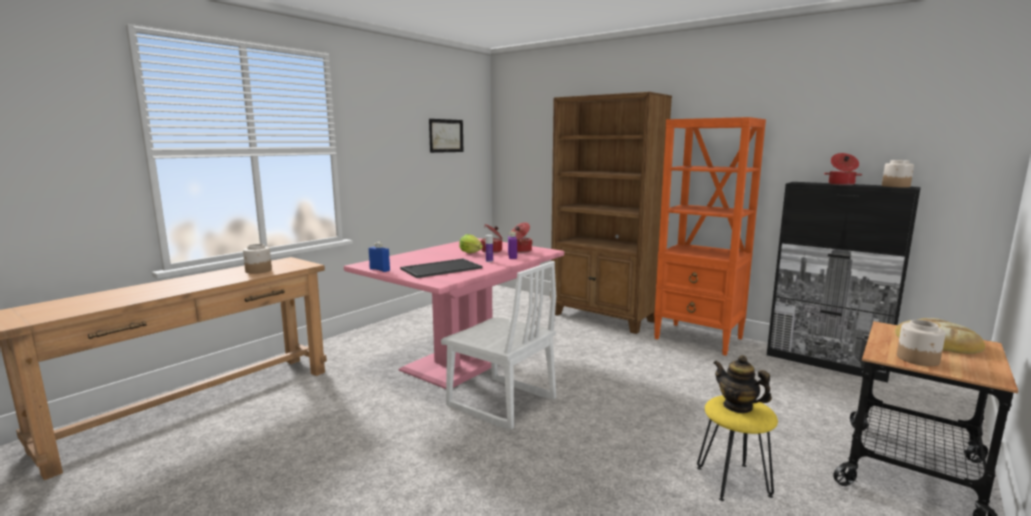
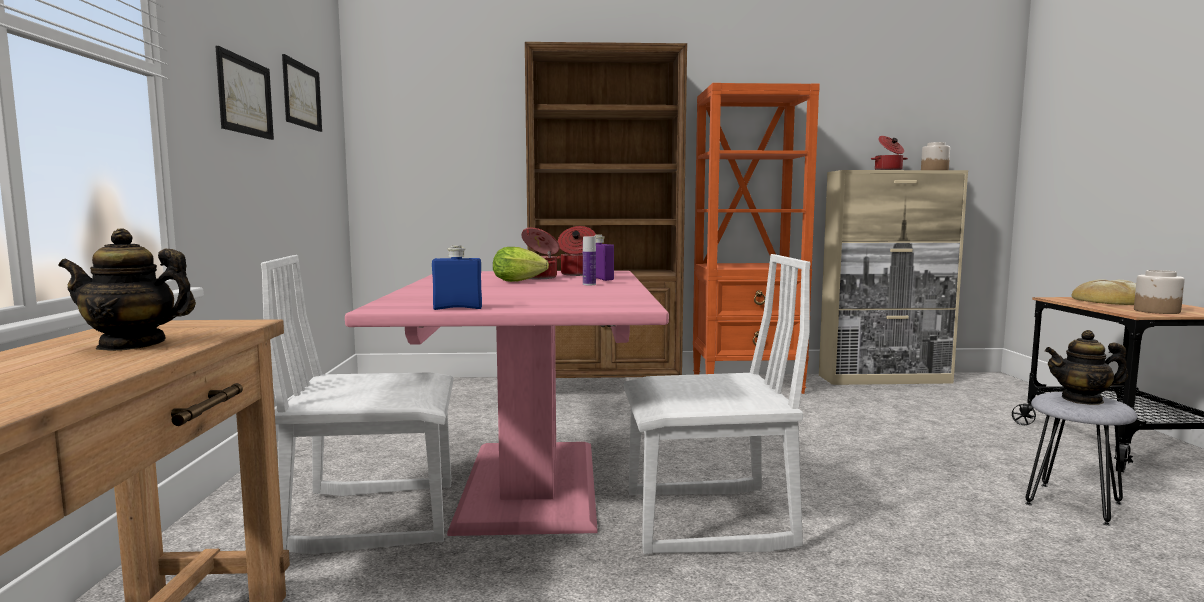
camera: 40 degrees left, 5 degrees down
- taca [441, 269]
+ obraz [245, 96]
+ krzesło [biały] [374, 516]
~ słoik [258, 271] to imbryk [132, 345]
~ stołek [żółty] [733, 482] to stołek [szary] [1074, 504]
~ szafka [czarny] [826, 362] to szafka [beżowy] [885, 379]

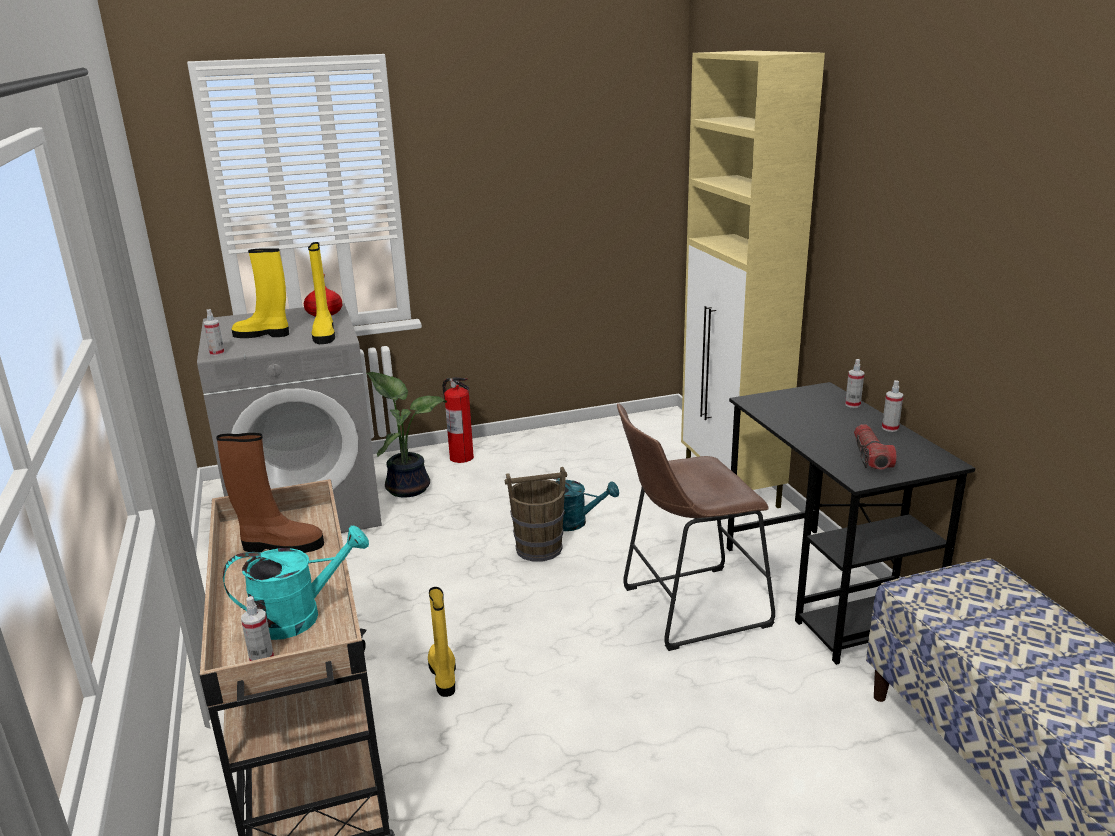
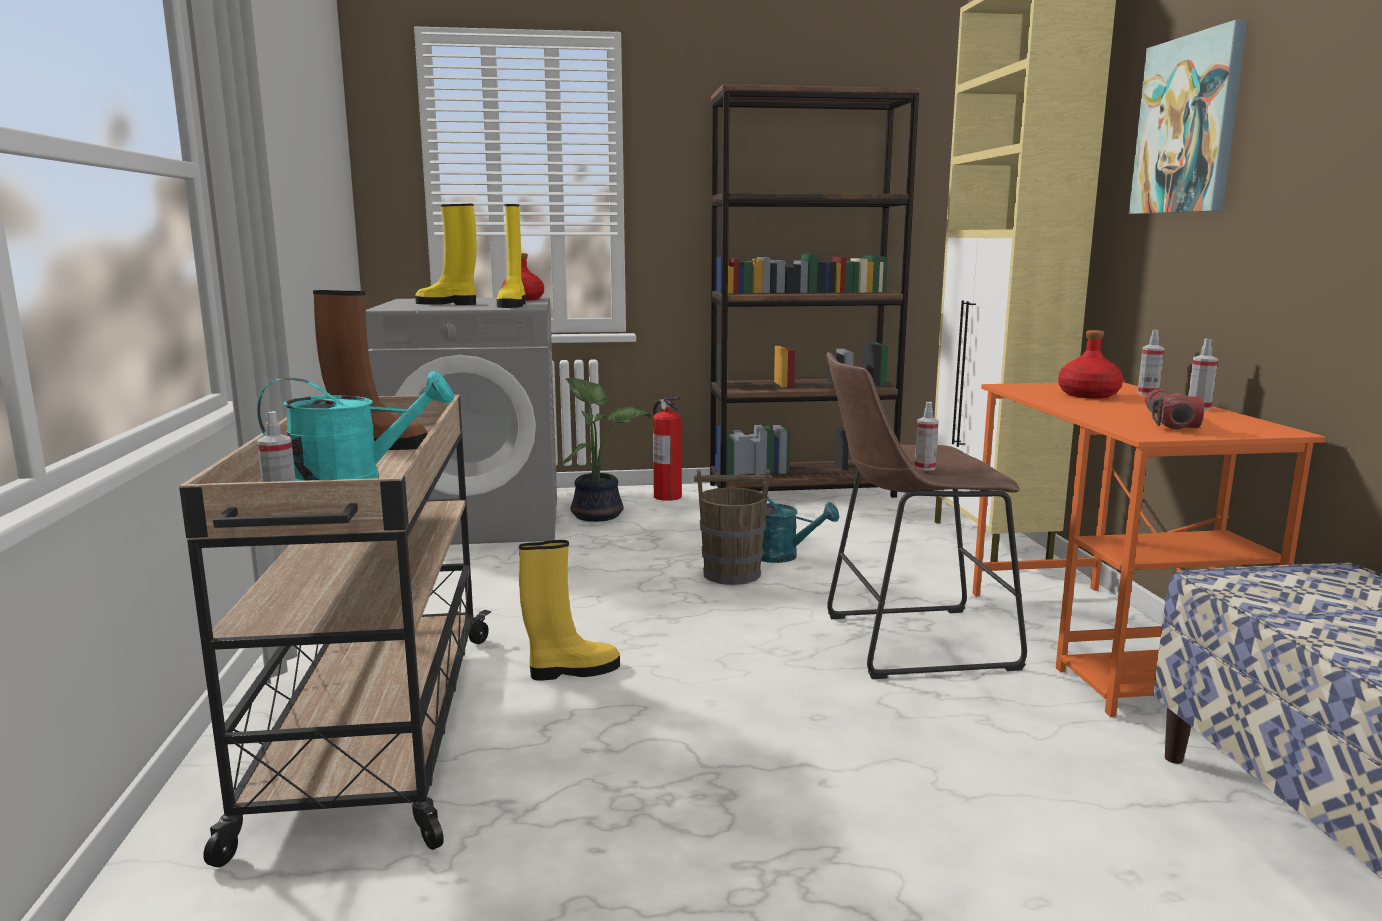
camera: 10 degrees right, 10 degrees down
+ regał [brązowy] [801, 490]
+ butelka [czerwony] [1088, 395]
+ obraz [1188, 125]
~ spryskiwacz [217, 353] to [925, 468]
~ biurko [czarny] [825, 590] to biurko [pomarańczowy] [1103, 644]
~ but z cholewką [żółty] [443, 675] = [572, 671] 75 degrees clockwise

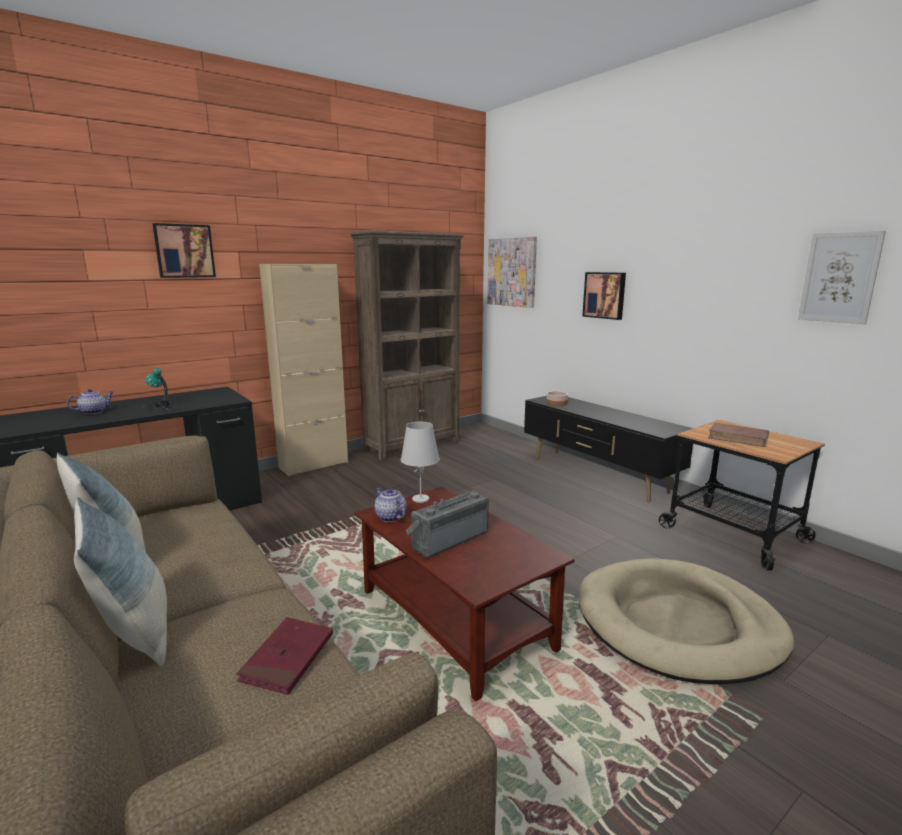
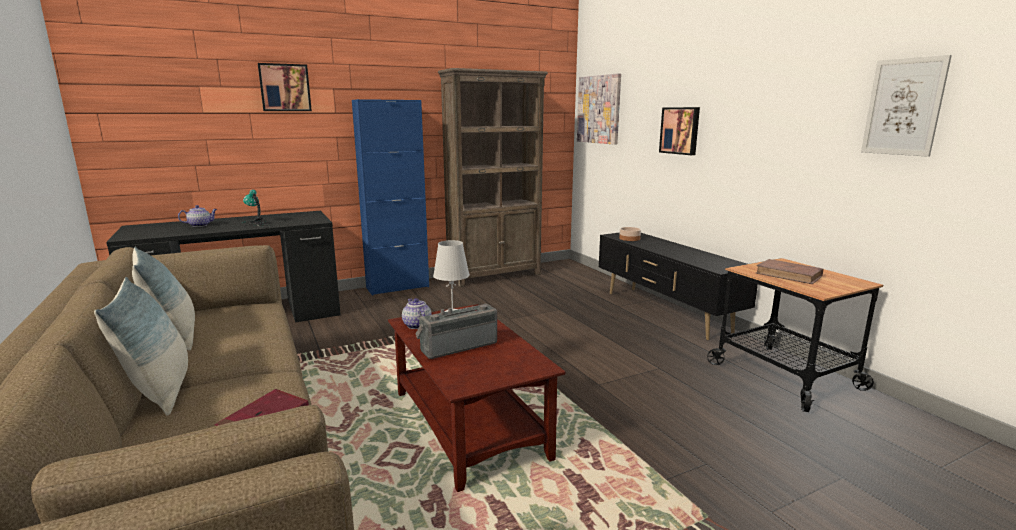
camera: 10 degrees right, 0 degrees up
- legowisko [beżowy] [678, 624]
~ szafka [beżowy] [313, 465] to szafka [niebieski] [397, 287]

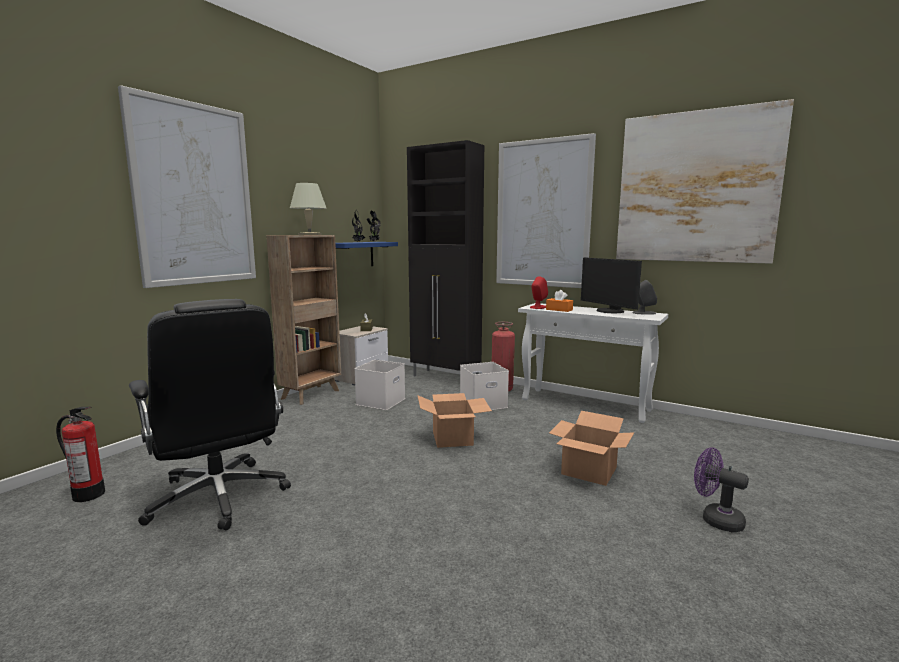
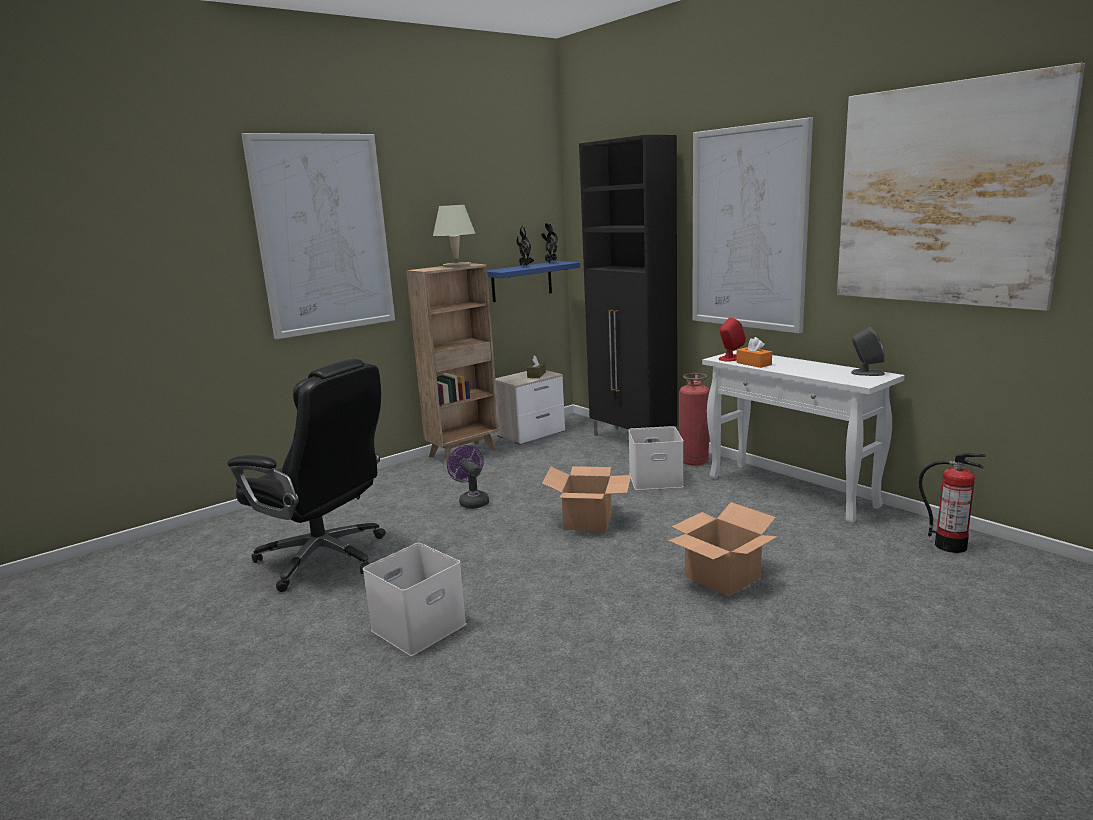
camera: 20 degrees right, 5 degrees up
- monitor [609, 311]
~ gaśnica [89, 494] to [950, 545]
~ pojemnik do przechowywania [biały] [380, 401] to [419, 626]
~ wentylator [fioletowy] [715, 519] to [471, 501]
~ krzesło biurowe [czarny] [219, 497] = [325, 558] 45 degrees counterclockwise

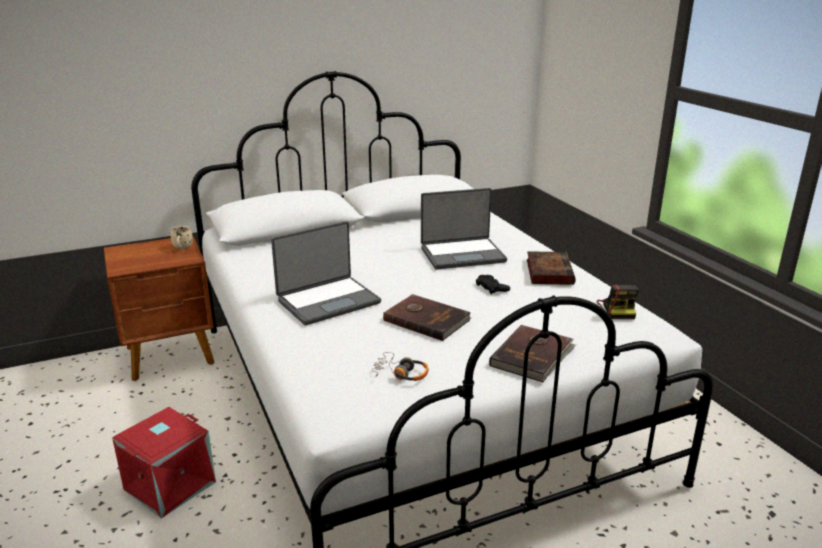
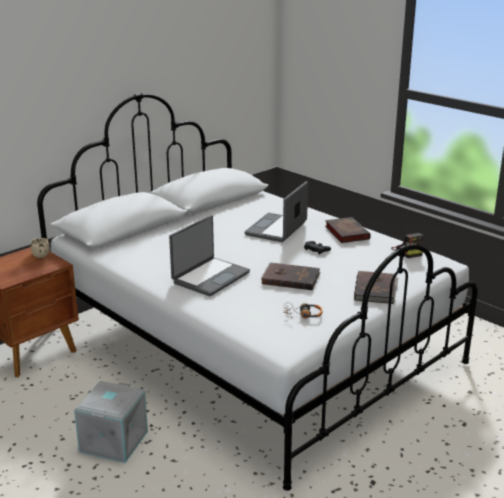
camera: 20 degrees left, 0 degrees up
~ pojemnik do przechowywania [czerwony] [169, 485] to pojemnik do przechowywania [szary] [113, 441]
~ laptop [462, 254] = [277, 229] 150 degrees clockwise

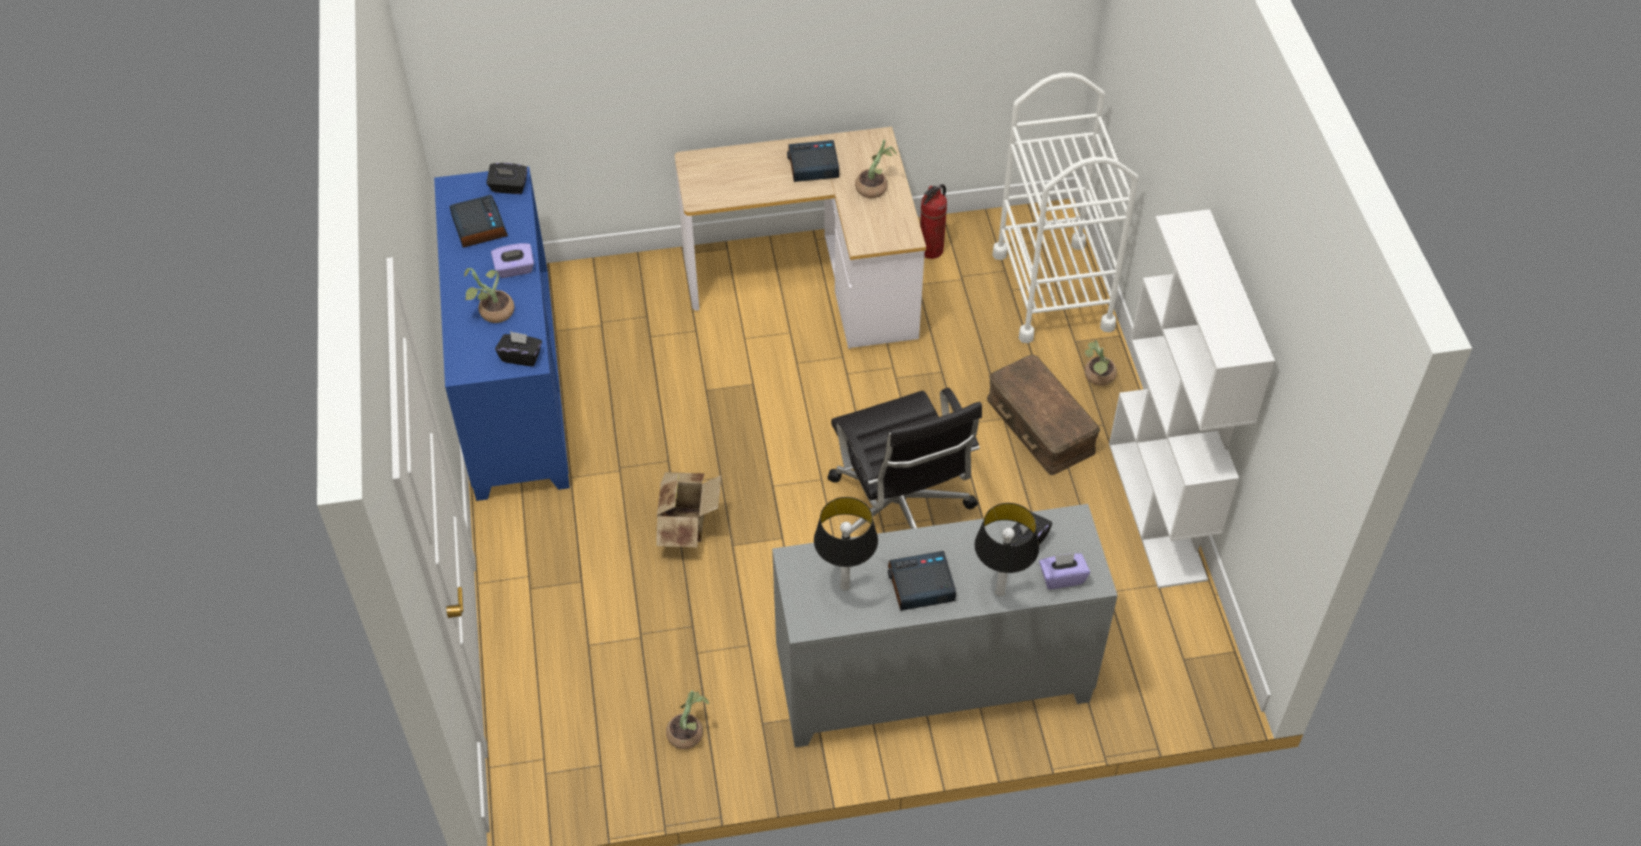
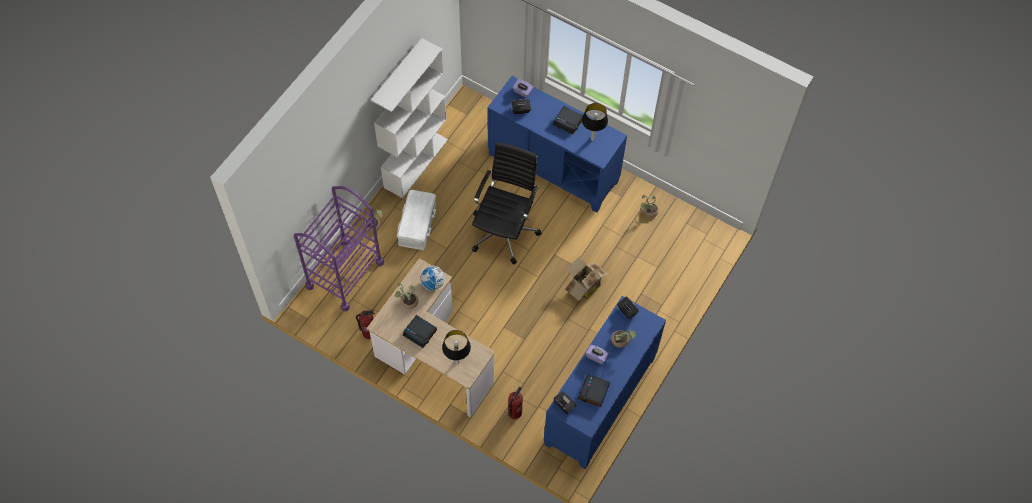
camera: 140 degrees left, 10 degrees up
+ globus [433, 284]
+ gaśnica [514, 412]
~ lampa stołowa [1000, 591] to [457, 362]
~ szafka [szary] [933, 682] to szafka [niebieski] [553, 167]
~ pojemnik do przechowywania [brązowy] [1039, 425] to pojemnik do przechowywania [biały] [417, 224]
~ wózek [biały] [1053, 290] to wózek [fioletowy] [345, 274]

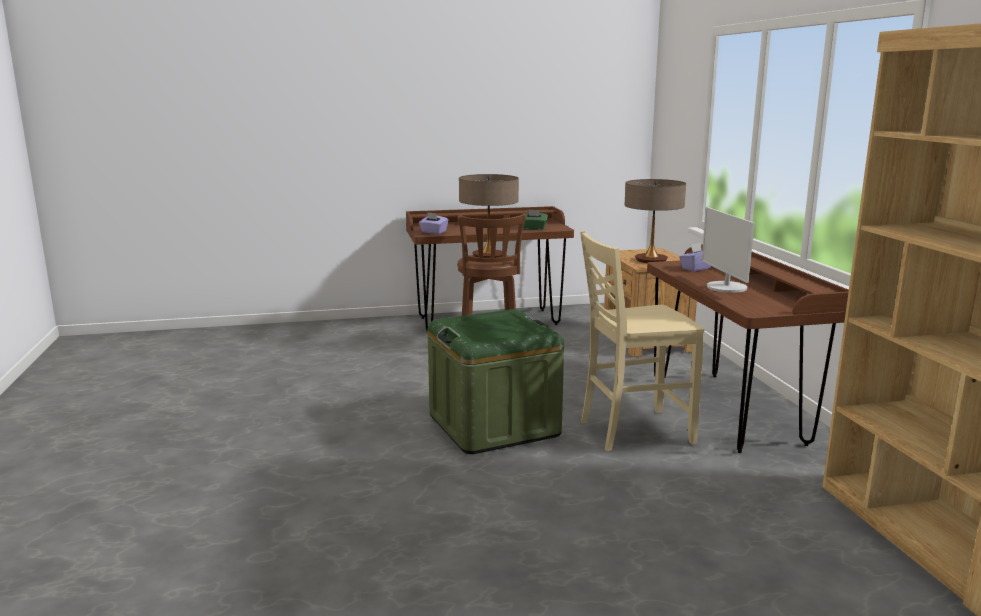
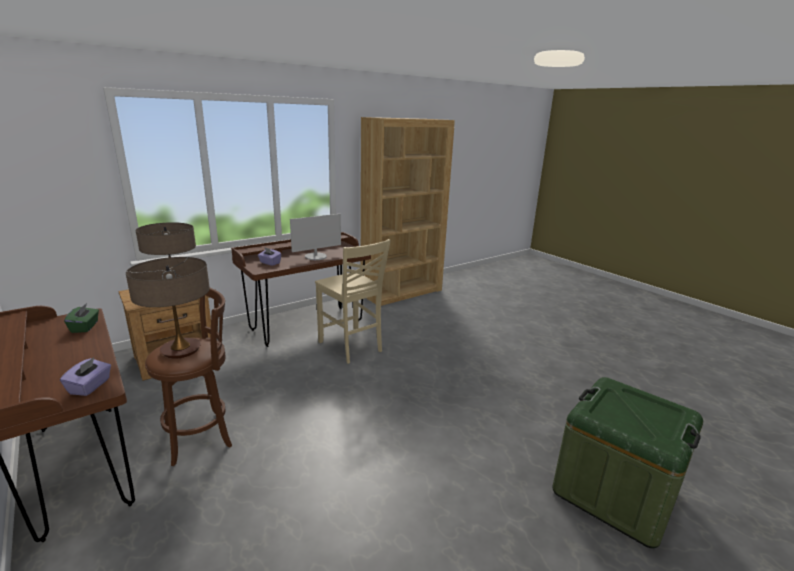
camera: 115 degrees left, 5 degrees up
~ pojemnik do przechowywania [zielony] [494, 425] to [614, 491]

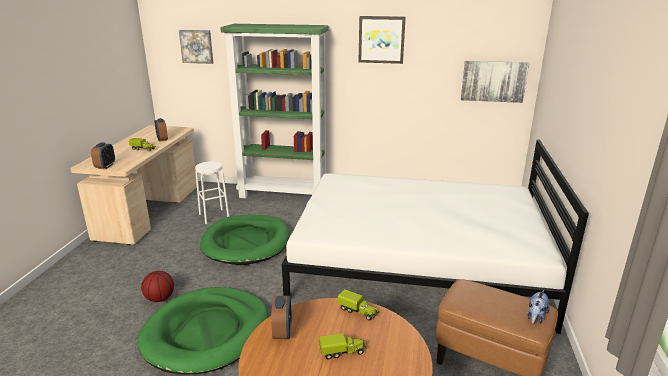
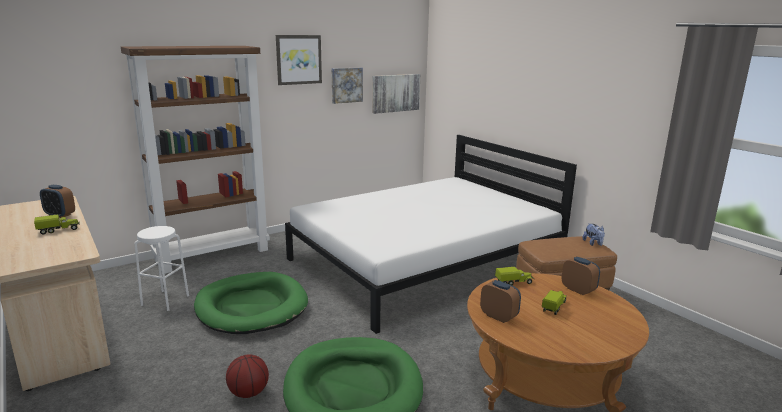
camera: 45 degrees left, 5 degrees down
~ budzik [105, 166] to [578, 290]
~ obraz [197, 46] to [346, 85]
~ regał [zielony] [284, 195] to regał [brązowy] [213, 255]

